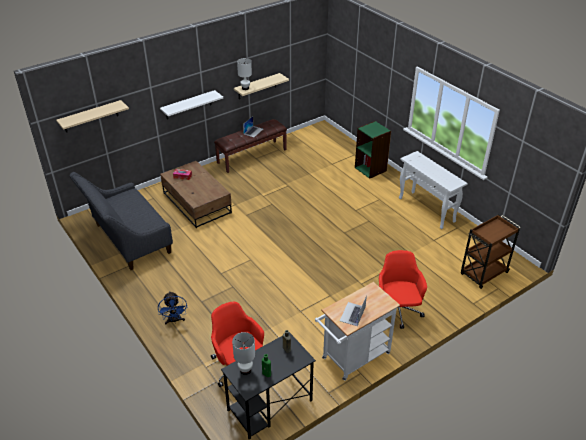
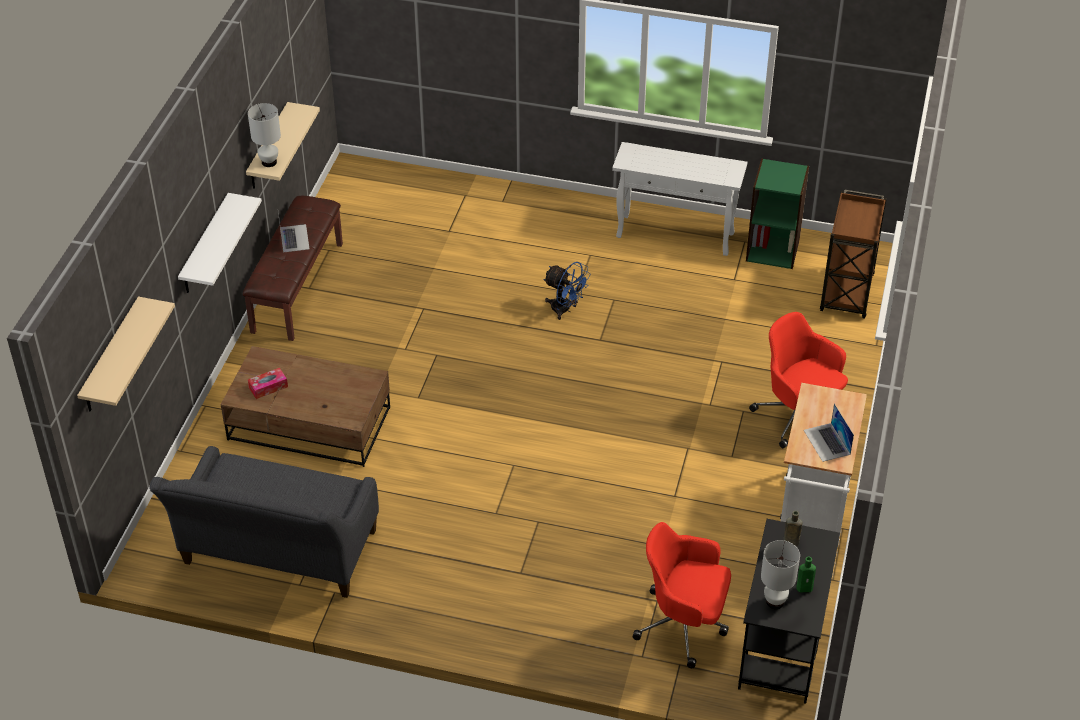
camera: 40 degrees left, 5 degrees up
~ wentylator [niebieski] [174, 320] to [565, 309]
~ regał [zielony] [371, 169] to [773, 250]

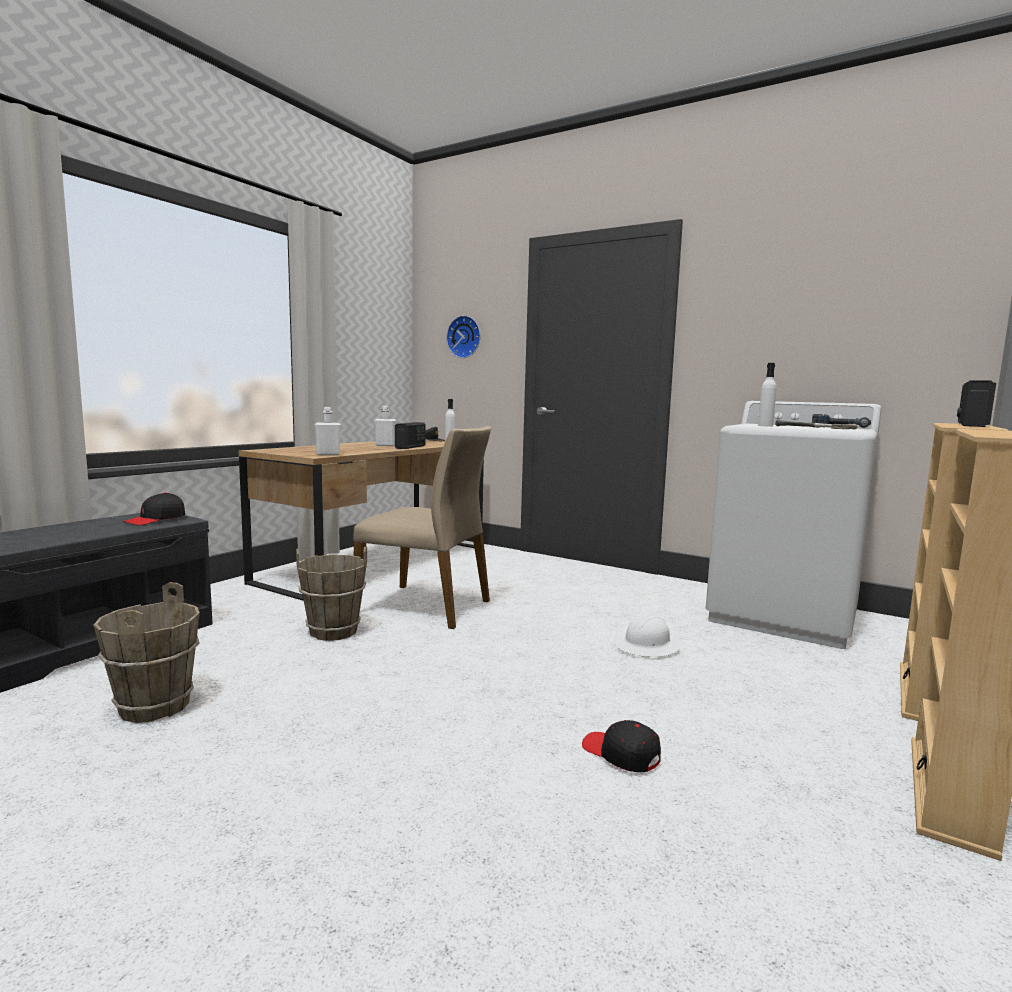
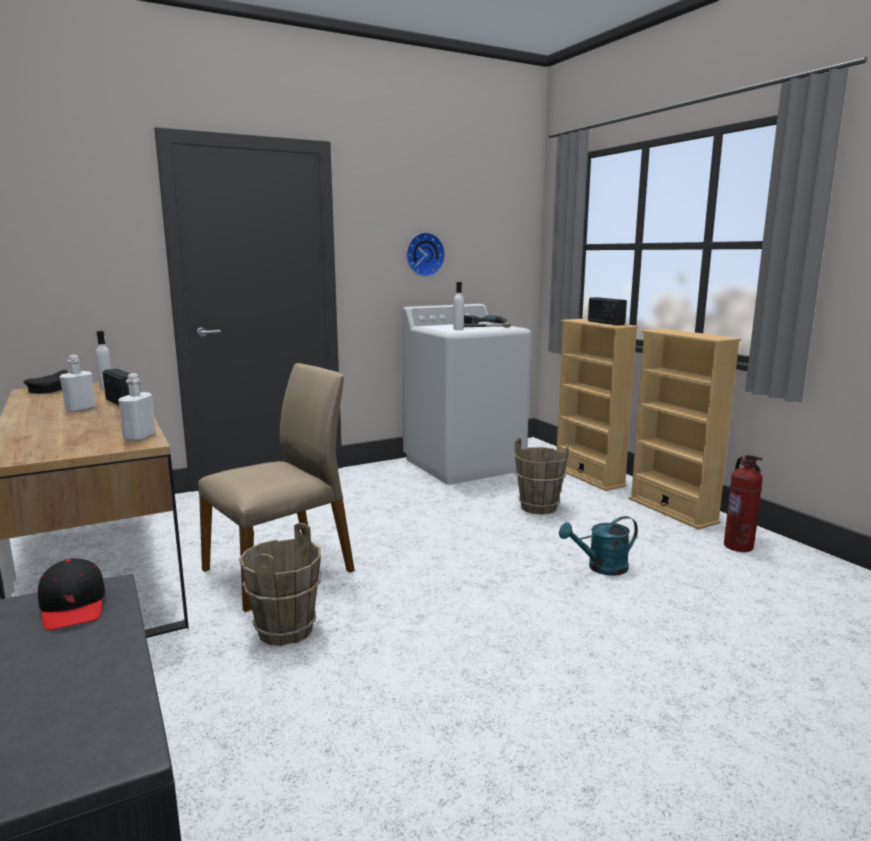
camera: 60 degrees left, 5 degrees up
- kask [biały] [647, 646]
+ gaśnica [739, 546]
~ wiadro [brązowy] [153, 707] to [538, 507]
~ zegar ścienny [465, 337] to [424, 254]
~ czapka z daszkiem [czarny] [621, 754] to konewka [turkusowy] [601, 568]

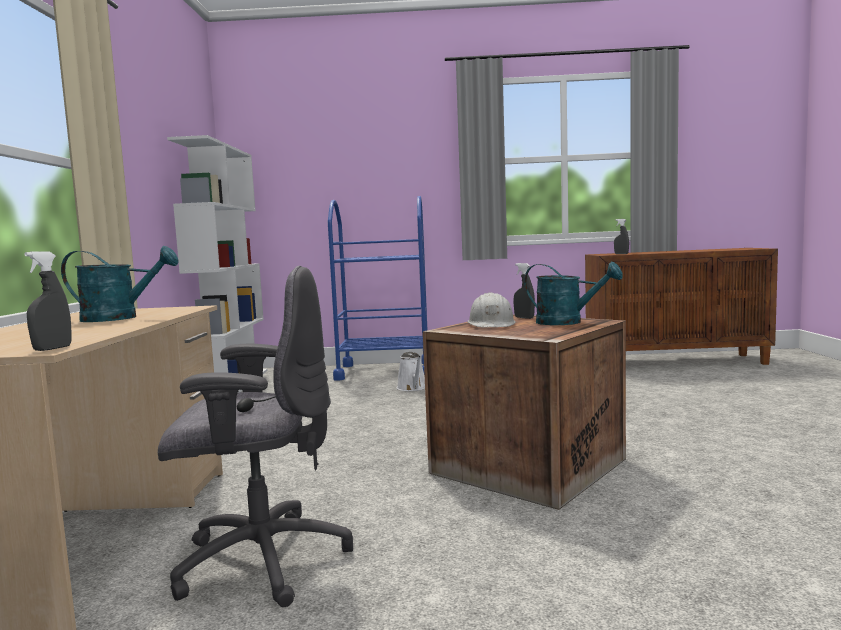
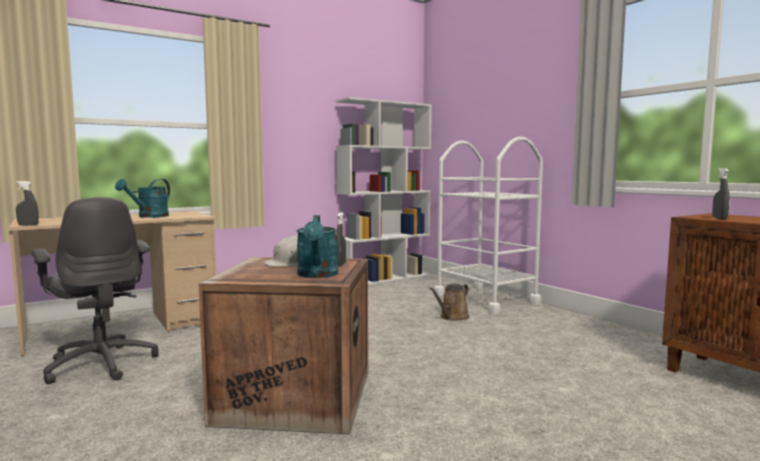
camera: 55 degrees right, 0 degrees up
~ wózek [niebieski] [385, 371] to wózek [biały] [485, 299]
~ konewka [biały] [413, 388] to konewka [brązowy] [452, 317]
~ konewka [turkusowy] [120, 318] = [149, 216] 60 degrees clockwise

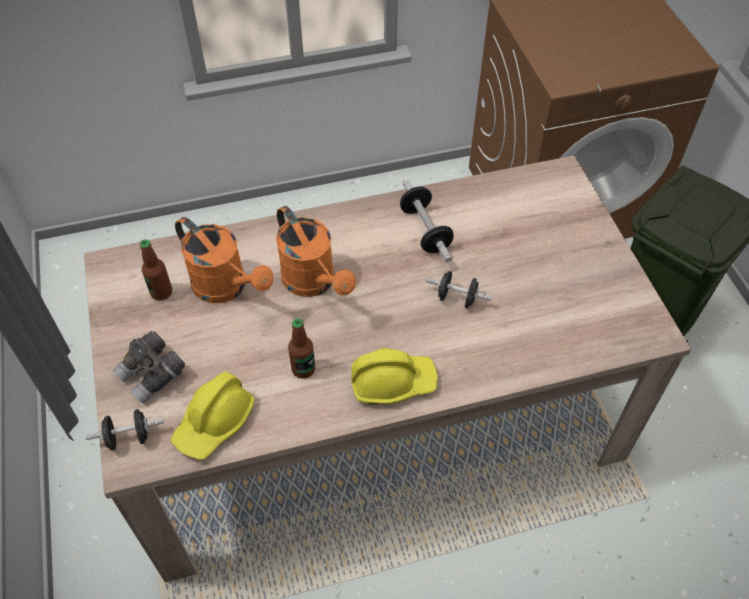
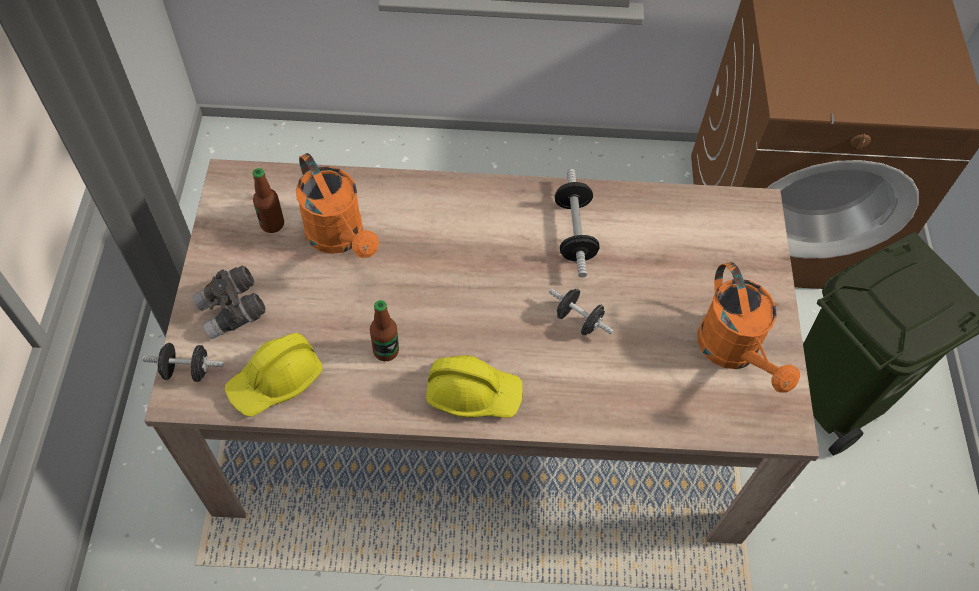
camera: 15 degrees right, 5 degrees up
~ konewka [pomarańczowy] [314, 283] to [734, 352]

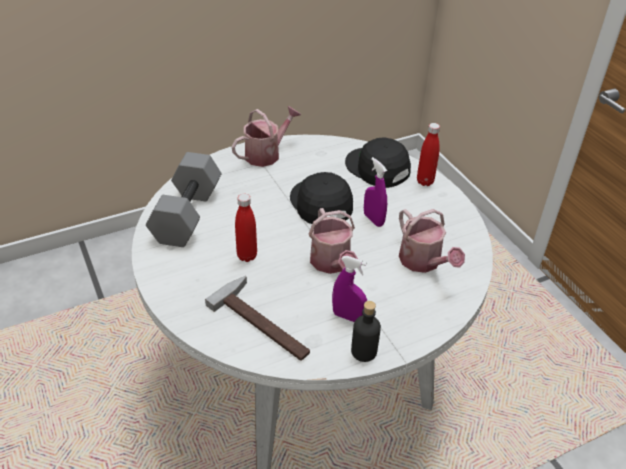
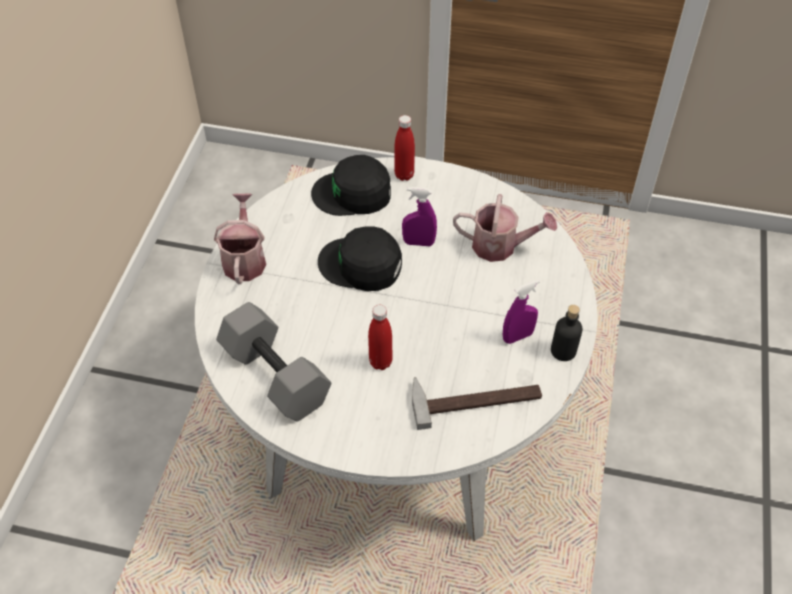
camera: 50 degrees left, 10 degrees up
- konewka [332, 263]

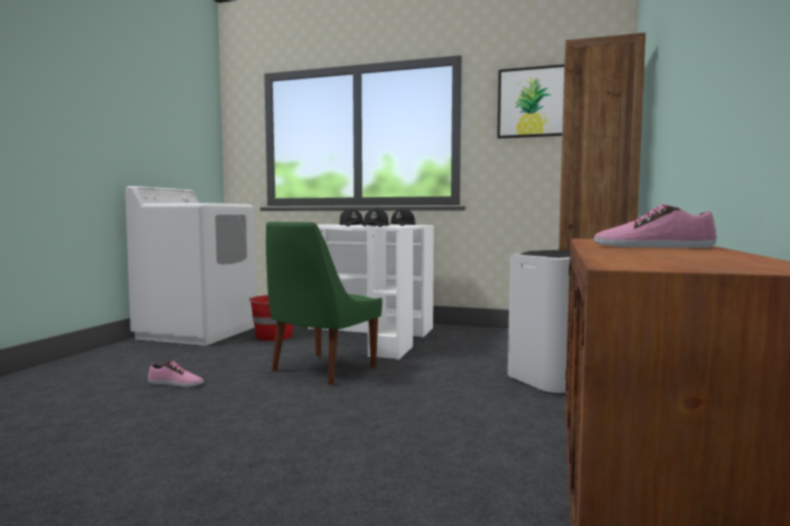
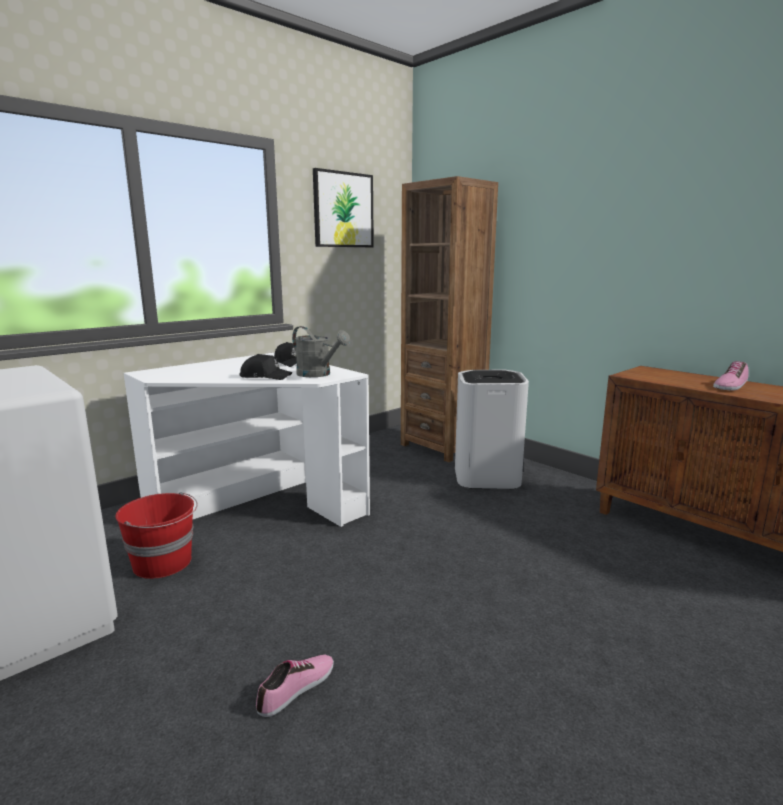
camera: 60 degrees left, 10 degrees up
- krzesło [zielony] [321, 370]
~ czapka z daszkiem [czarny] [376, 226] to konewka [szary] [318, 374]

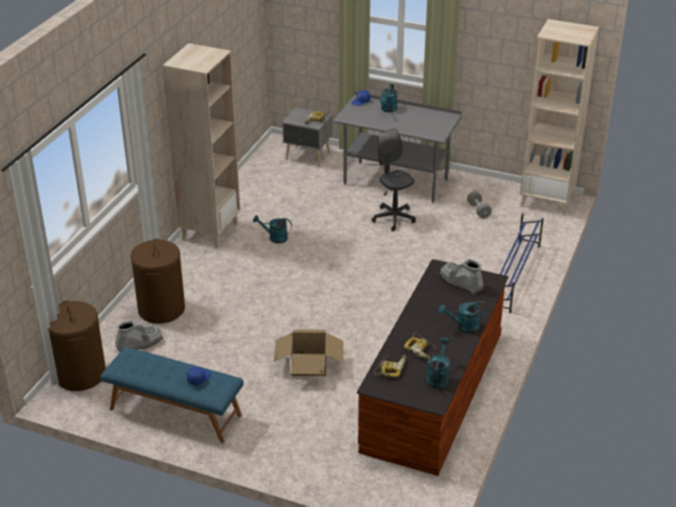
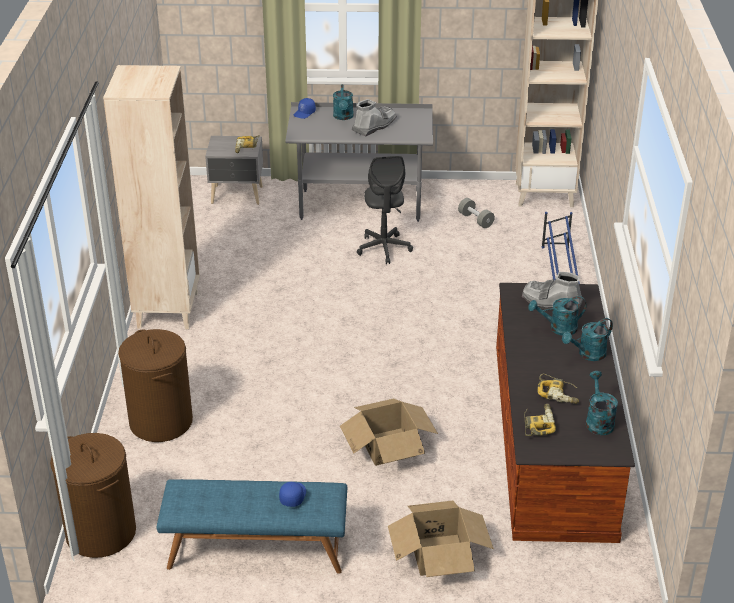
camera: 20 degrees left, 0 degrees up
+ karton [438, 554]
~ but z cholewką [szary] [139, 343] to [374, 126]
~ konewka [turkusowy] [274, 238] to [558, 328]
~ krzesło biurowe [szary] [393, 218] = [384, 248] 135 degrees counterclockwise

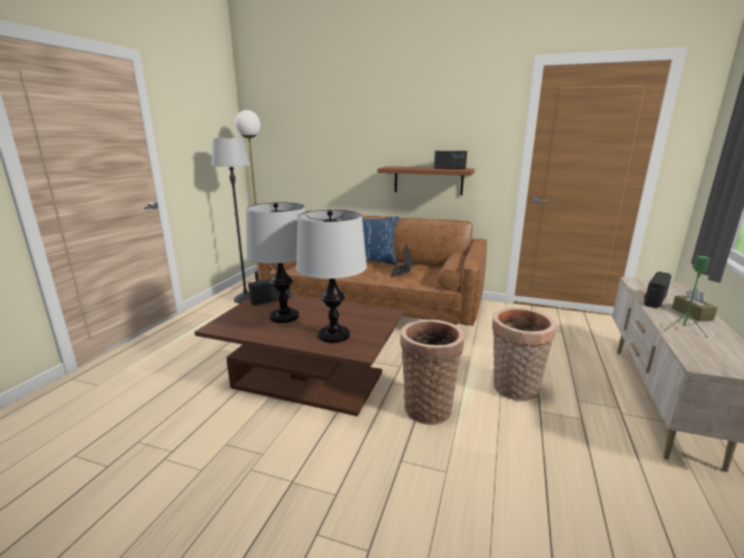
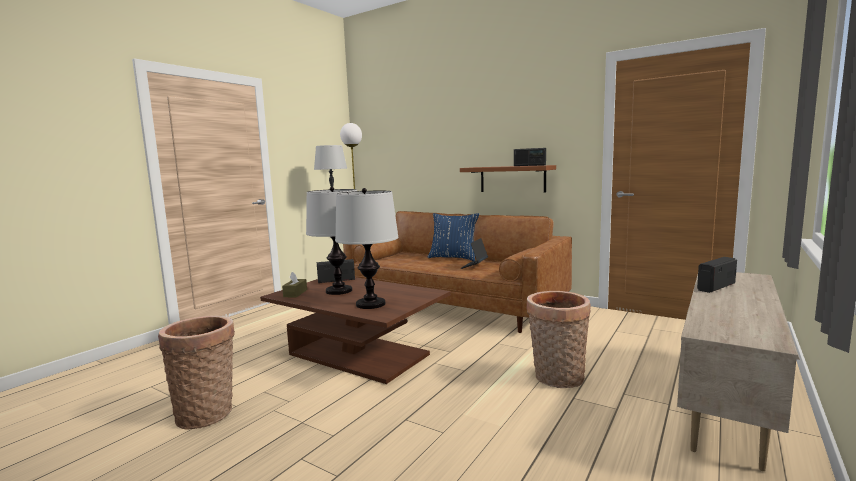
camera: 15 degrees right, 10 degrees down
- głośnik [zielony] [683, 329]
~ koszyk [428, 406] to [207, 412]
~ pudełko chusteczek [brązowy] [691, 314] to [295, 293]

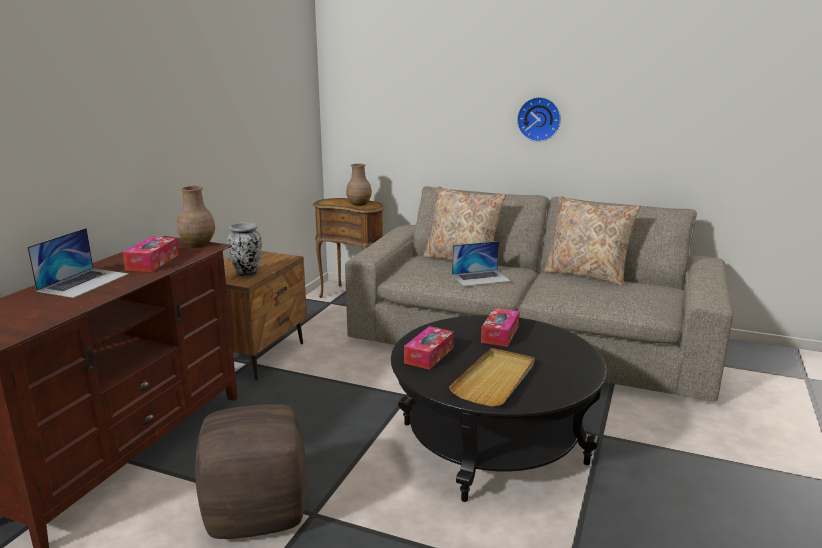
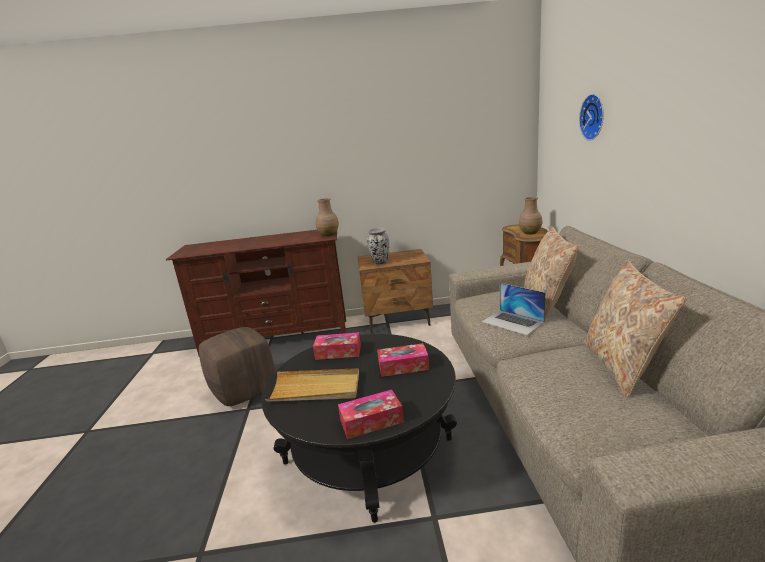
camera: 65 degrees right, 0 degrees up
- laptop [84, 282]
~ pudełko chusteczek [153, 262] to [371, 421]
~ zegar ścienny [539, 119] to [594, 117]

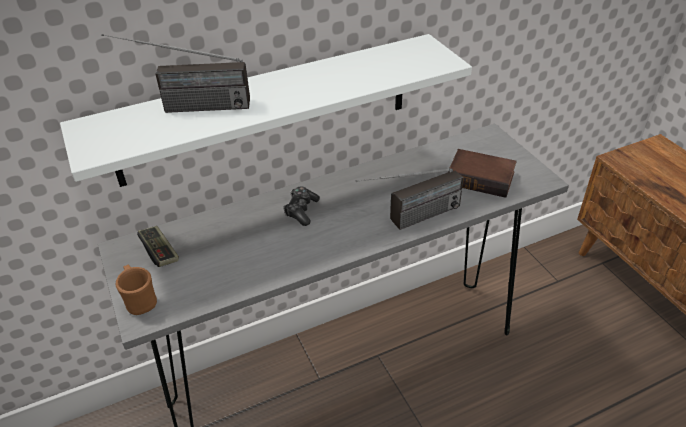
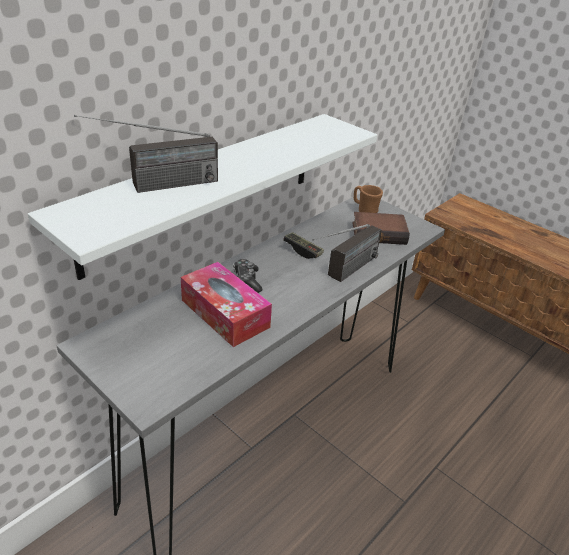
camera: 25 degrees left, 5 degrees down
+ pudełko chusteczek [225, 313]
~ kubek [brązowy] [140, 301] to [364, 210]
~ pad do gier [159, 252] to [303, 251]

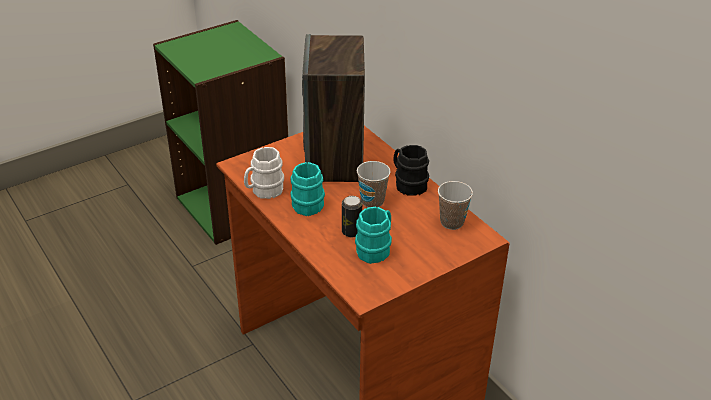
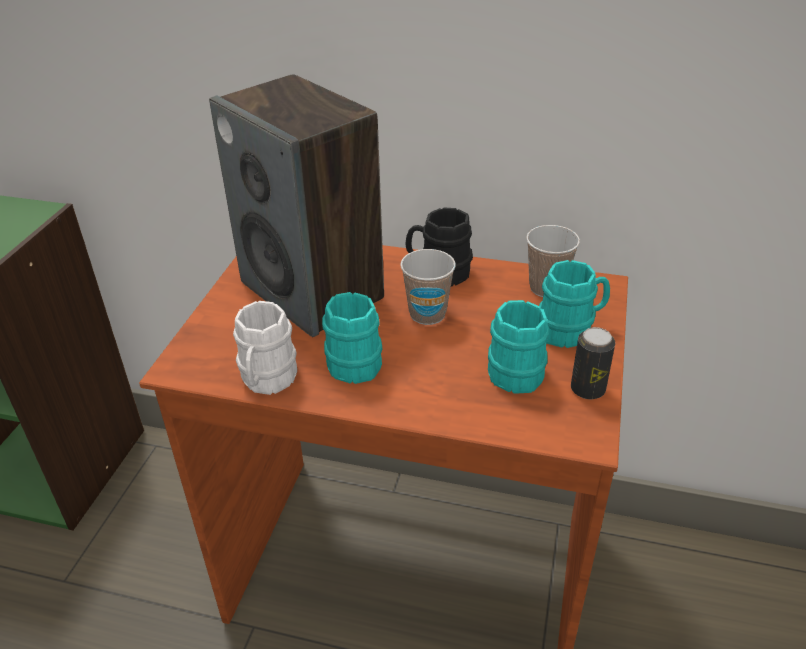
camera: 40 degrees left, 0 degrees up
+ kubek [turkusowy] [571, 329]
~ puszka [351, 232] to [587, 389]

